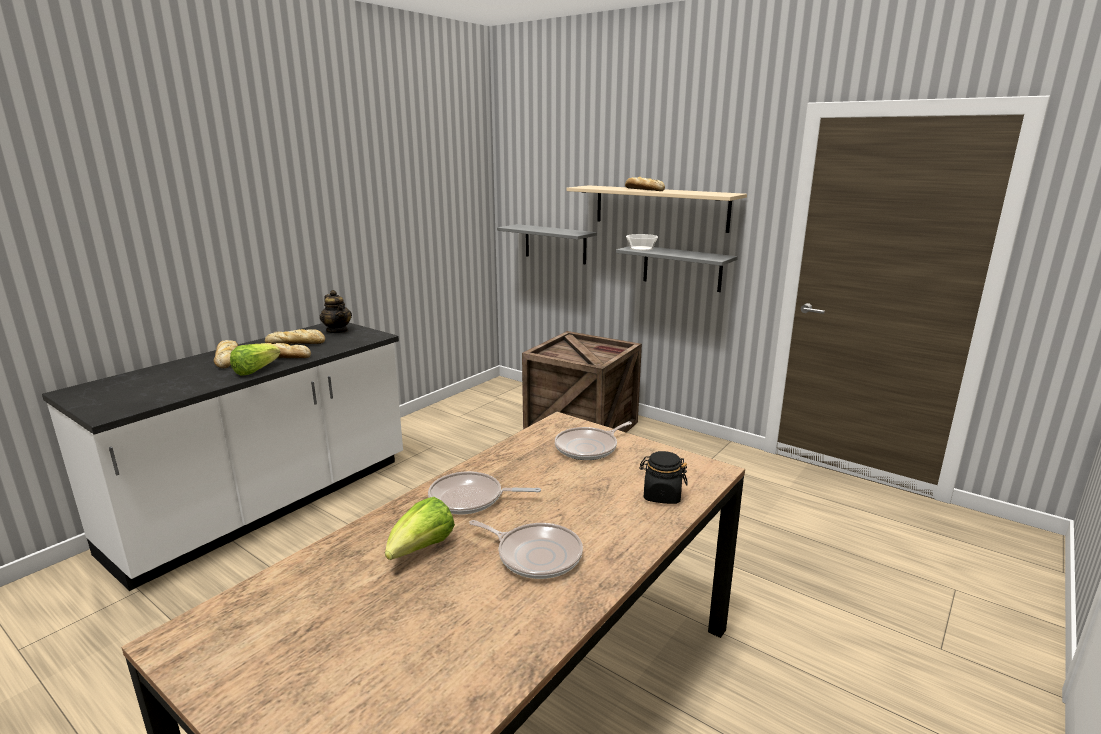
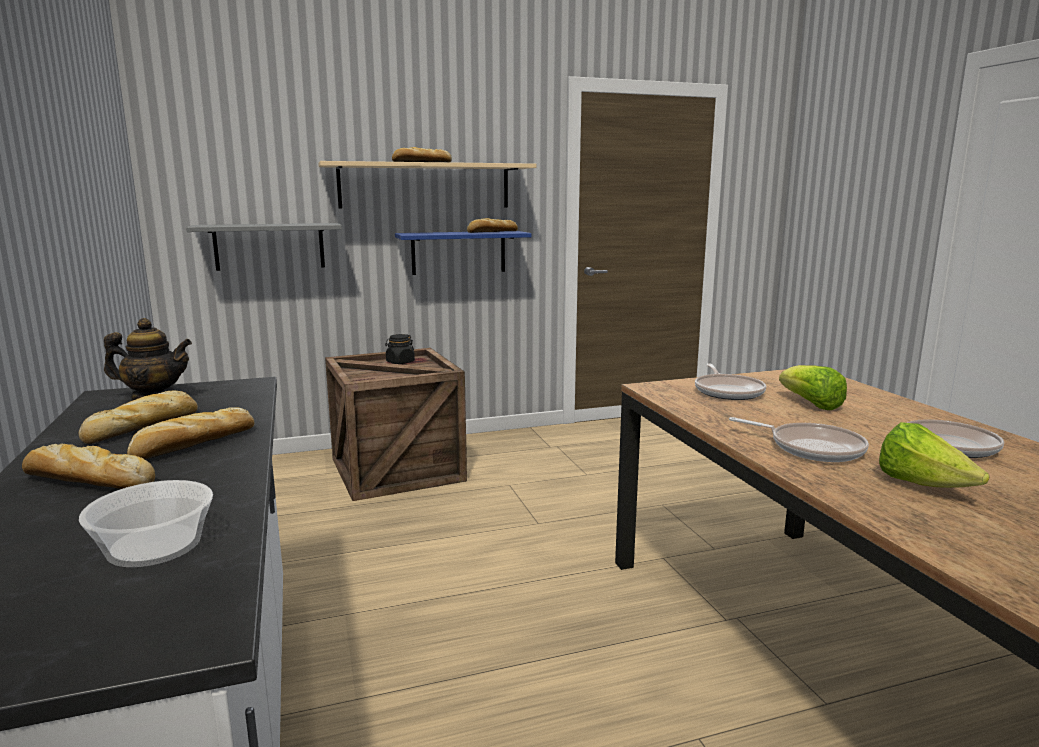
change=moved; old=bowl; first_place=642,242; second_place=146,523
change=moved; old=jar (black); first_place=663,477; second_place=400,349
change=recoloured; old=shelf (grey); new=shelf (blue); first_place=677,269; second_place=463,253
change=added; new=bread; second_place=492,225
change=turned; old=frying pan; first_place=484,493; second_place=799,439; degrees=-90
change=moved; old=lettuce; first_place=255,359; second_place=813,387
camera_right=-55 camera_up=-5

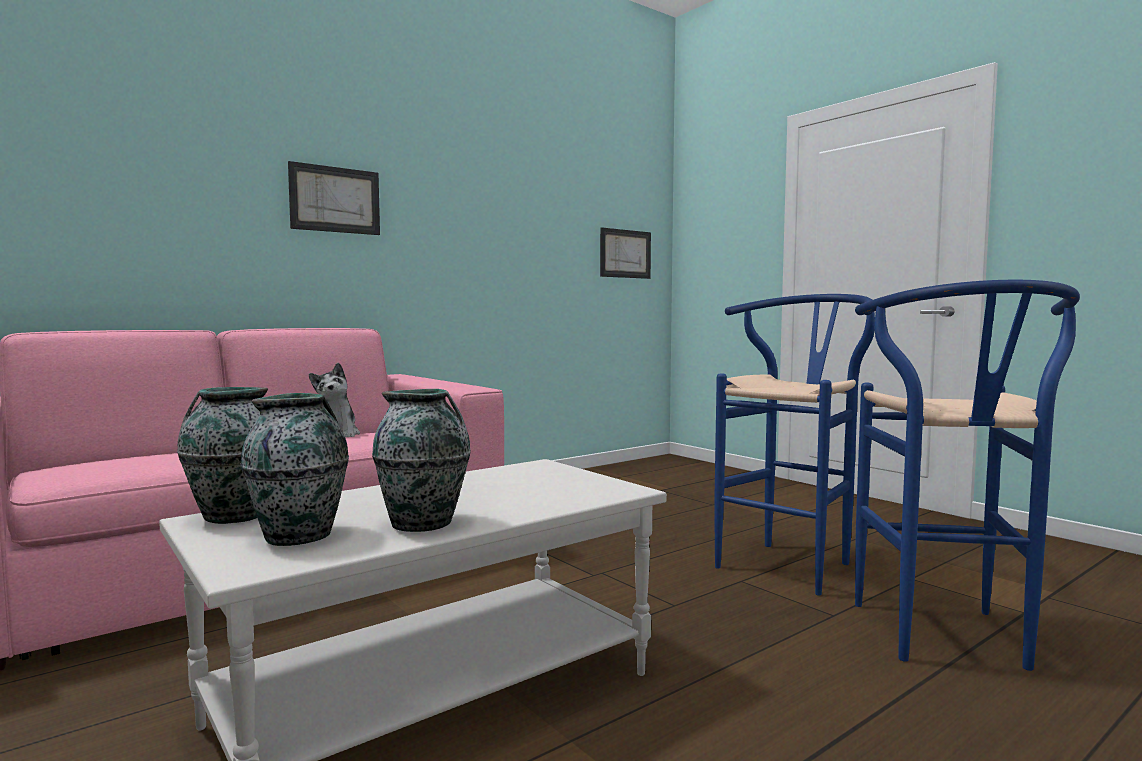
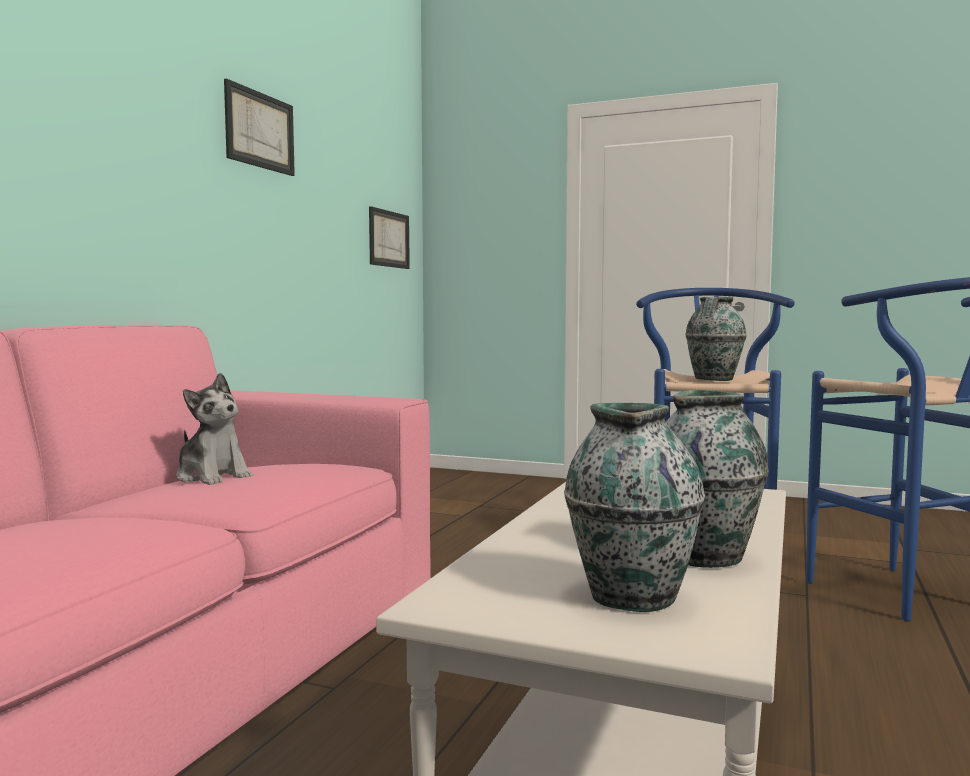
change=moved; old=picture; first_place=334,198; second_place=259,127
change=moved; old=vase; first_place=222,455; second_place=716,339
camera_right=-30 camera_up=0

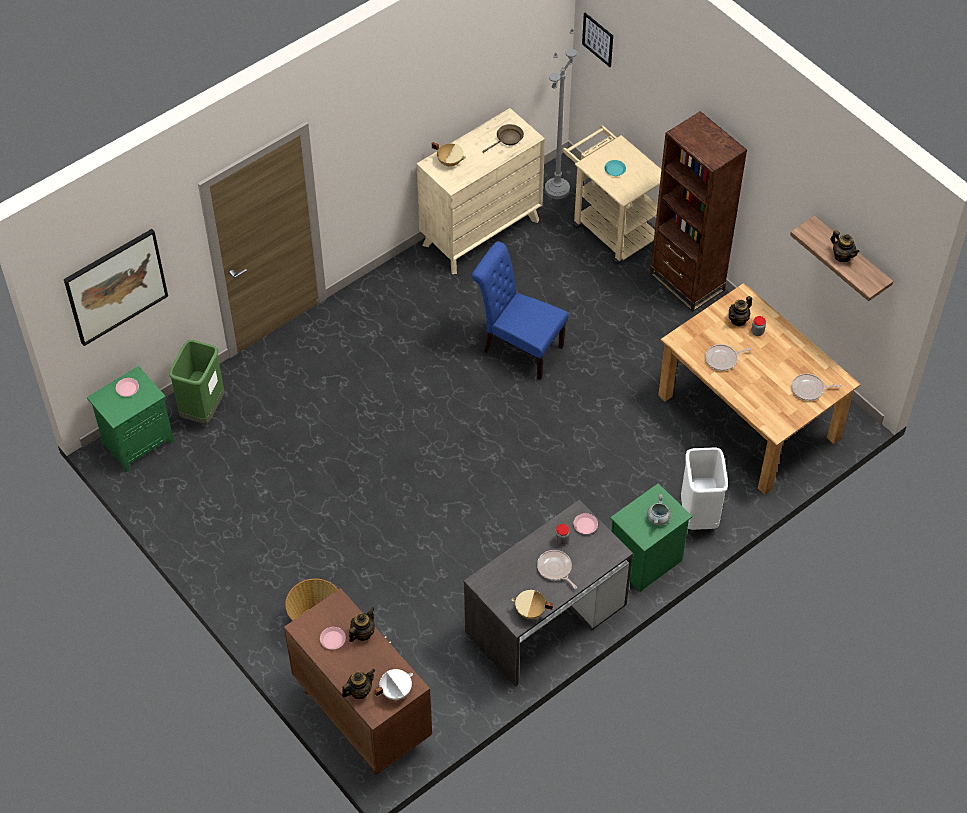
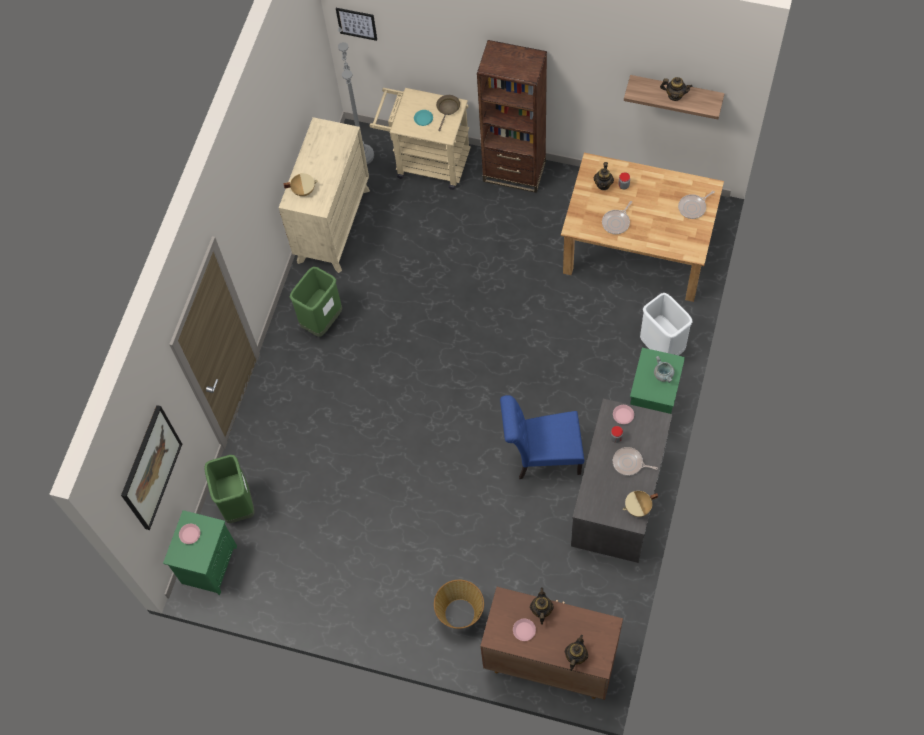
change=added; new=trash can (green); second_place=315,301
change=moved; old=frying pan (brown); first_place=503,138; second_place=448,113
change=moved; old=chair (blue); first_place=520,311; second_place=542,437
change=removed; old=cooking pot (white); first_place=394,684
camera_right=-30 camera_up=10

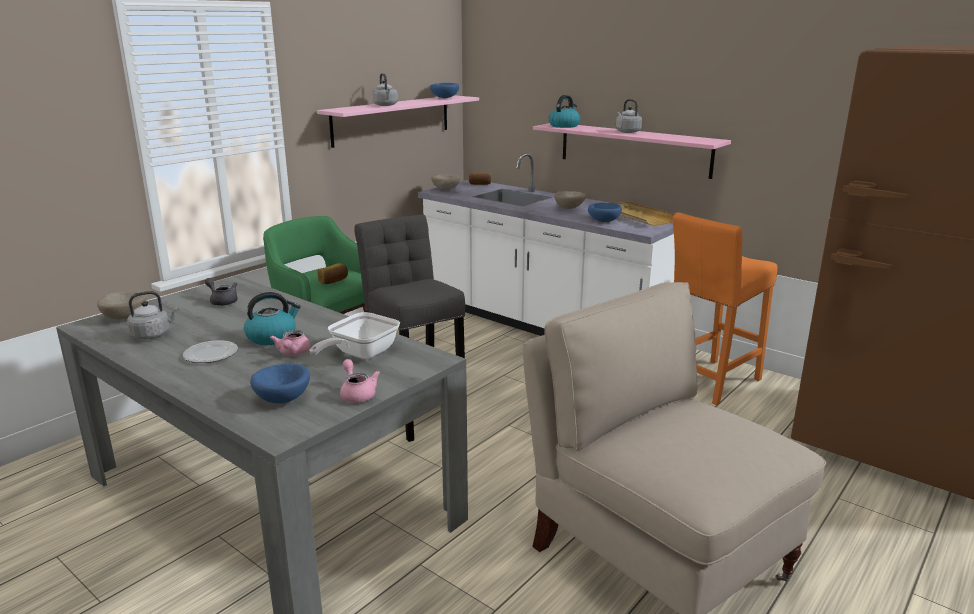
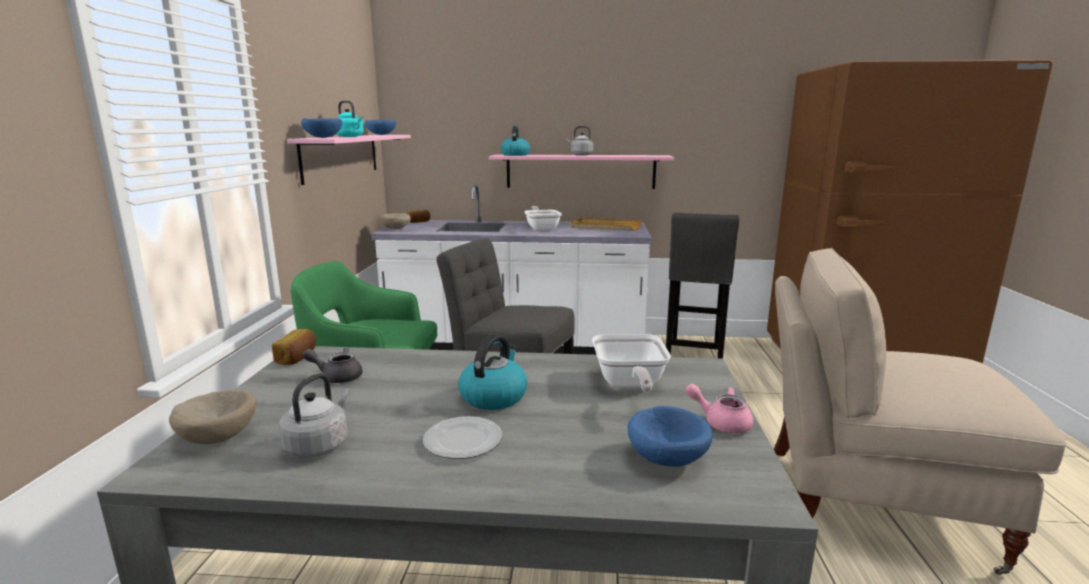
change=moved; old=bread; first_place=332,273; second_place=294,347
change=moved; old=bowl (blue); first_place=605,212; second_place=321,128
change=recoloured; old=kettle (grey); new=kettle (turquoise); first_place=385,89; second_place=350,118
change=replaced; old=bowl (beige); new=frying pan; first_place=570,200; second_place=543,218
change=recoloured; old=stool (orange); new=stool (grey); first_place=725,309; second_place=702,286
change=removed; old=teapot (pink); first_place=290,342
camera_right=-35 camera_up=-5

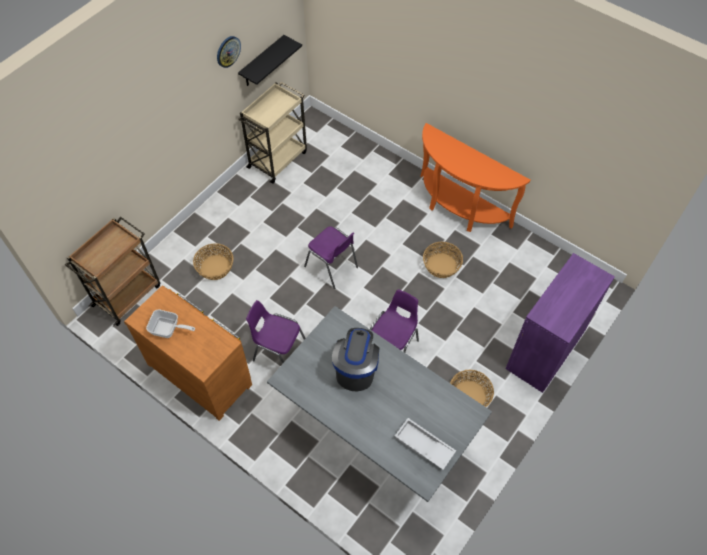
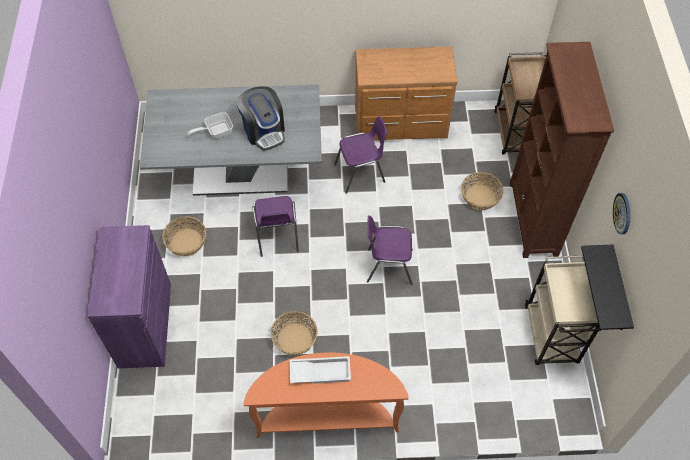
change=moved; old=frying pan; first_place=170,324; second_place=210,125
change=moved; old=tray (white); first_place=425,444; second_place=320,370
change=added; new=bookcase (brown); second_place=562,150
camera_right=140 camera_up=0

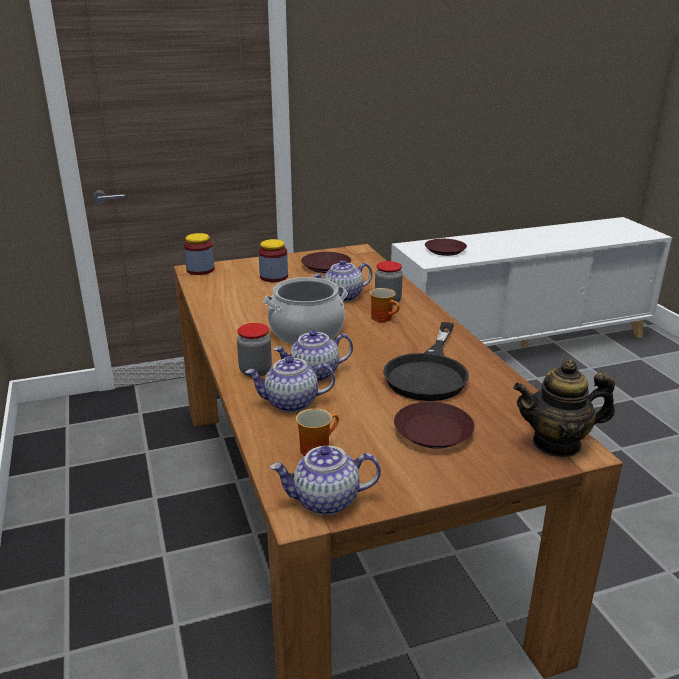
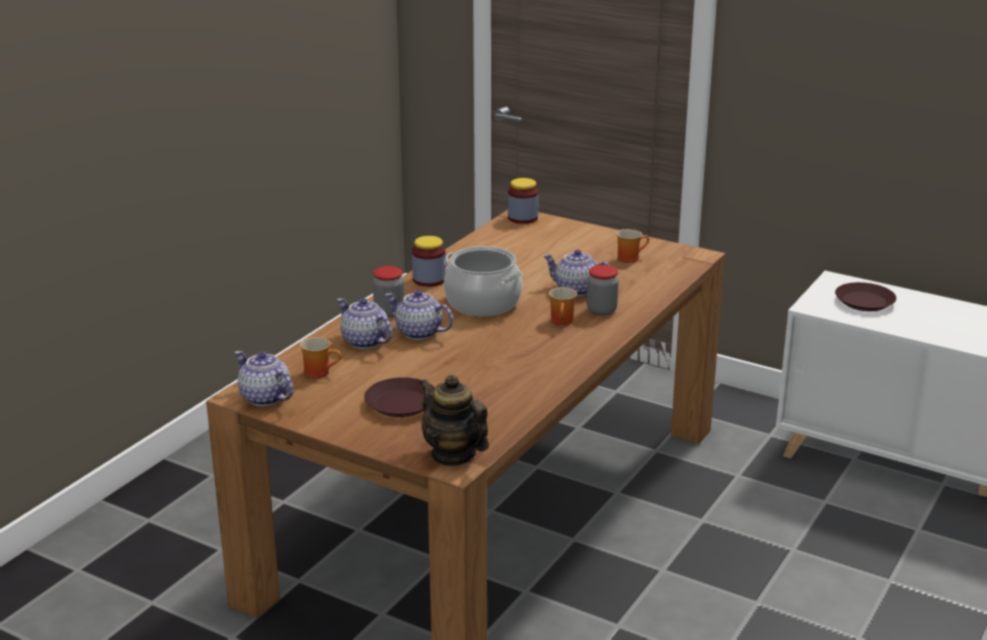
change=moved; old=jar; first_place=273,260; second_place=429,261
change=replaced; old=plate (brown); new=mug; first_place=326,262; second_place=632,246
change=removed; old=frying pan (black); first_place=426,361
camera_right=50 camera_up=0

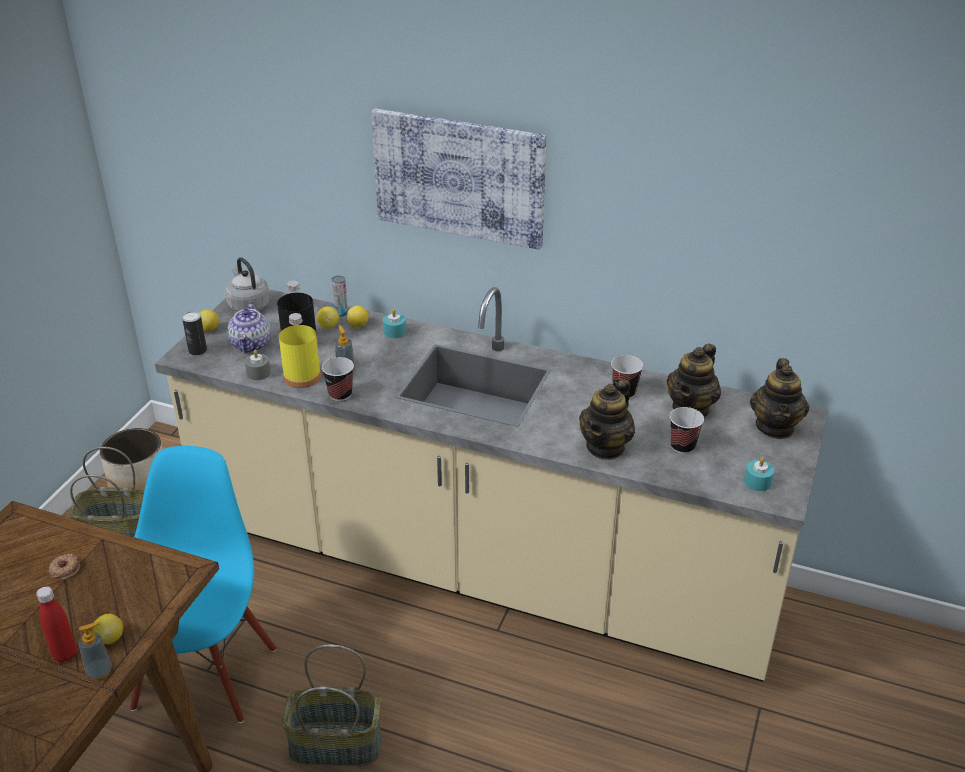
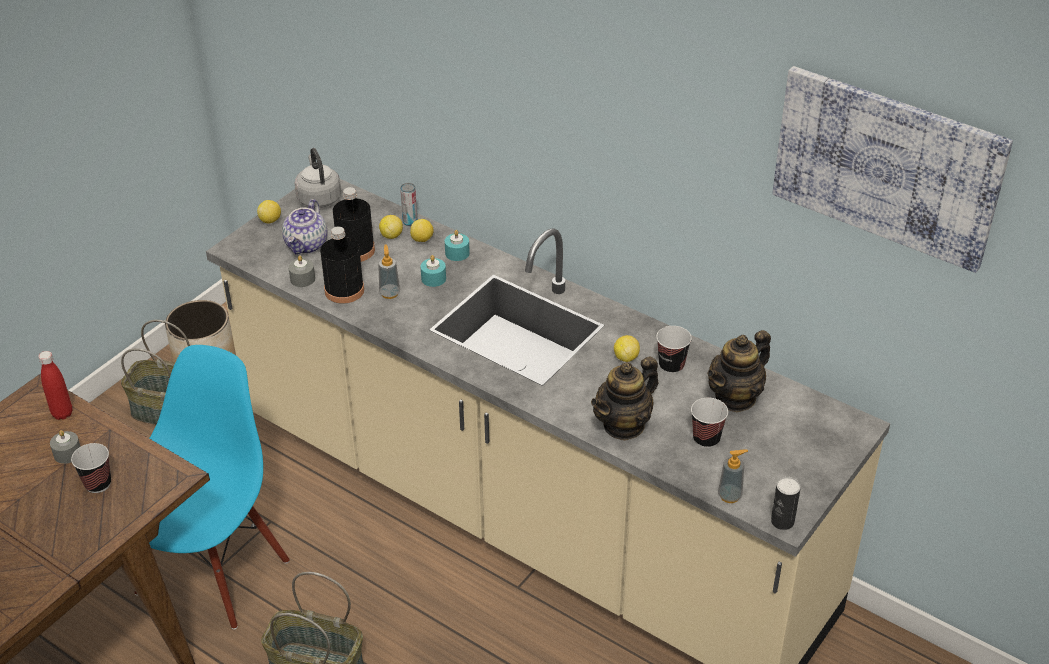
change=moved; old=bottle (red); first_place=56,624; second_place=55,385
change=replaced; old=donut; new=candle (grey); first_place=64,567; second_place=65,447
change=moved; old=cup; first_place=338,379; second_place=91,468
change=recoloured; old=bottle (yellow); new=bottle (black); first_place=300,350; second_place=342,265
change=moved; old=candle (turquoise); first_place=759,474; second_place=433,271
change=moved; old=lemon; first_place=107,629; second_place=627,348
change=moved; old=soap dispenser; first_place=95,651; second_place=733,476
change=moved; old=can; first_place=194,333; second_place=786,503
change=moved; old=picture; first_place=458,179; second_place=892,169
change=removed; old=teapot; first_place=780,398
camera_right=15 camera_up=5

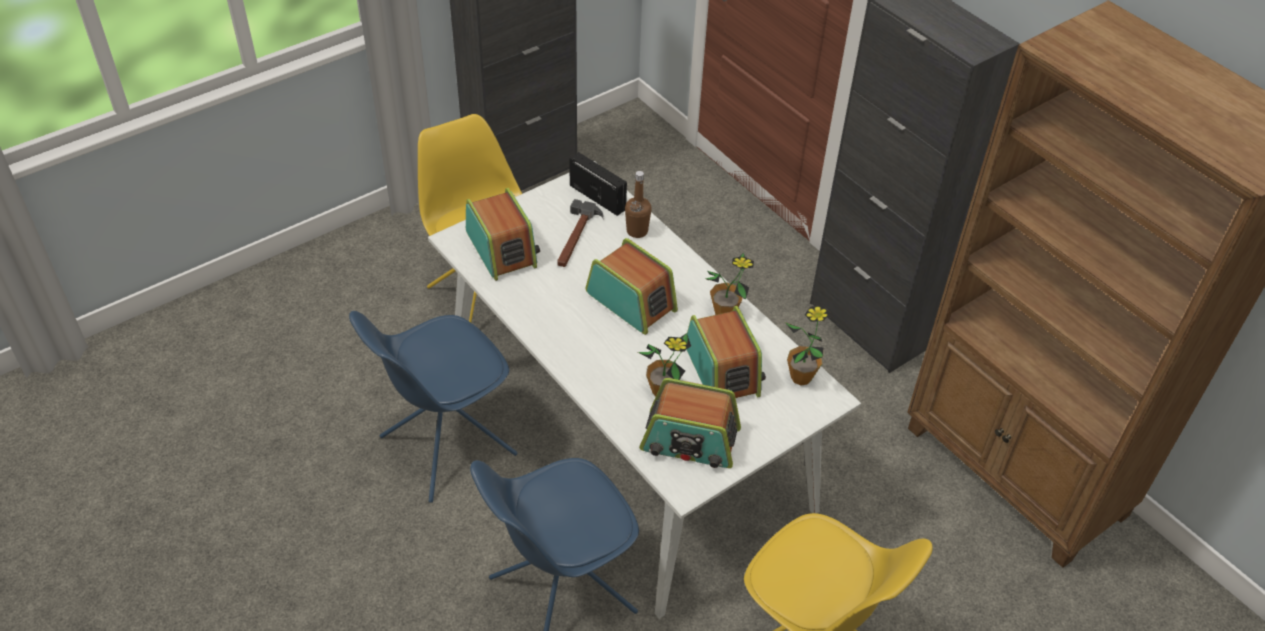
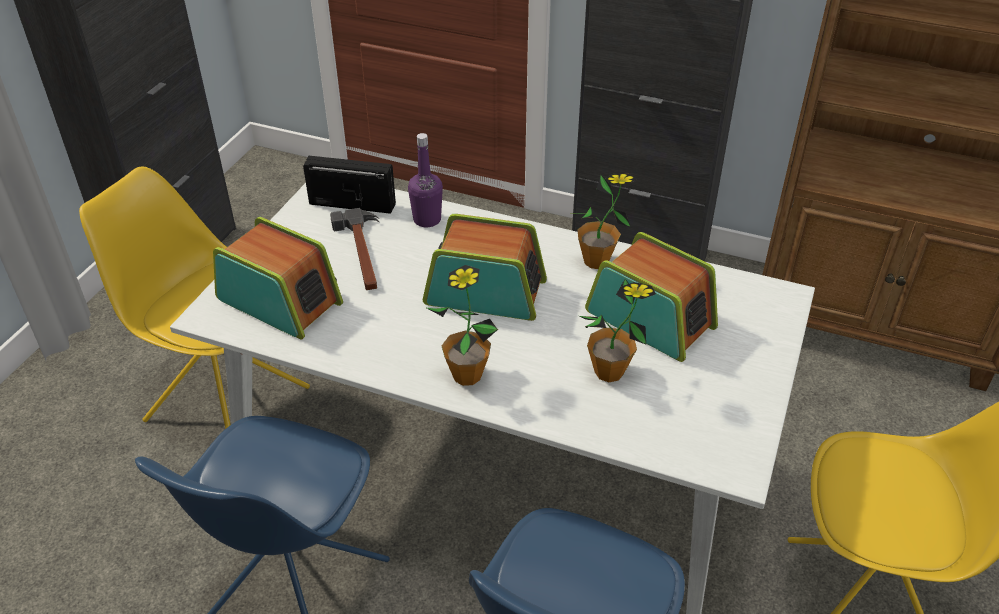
change=recoloured; old=bottle (brown); new=bottle (purple); first_place=638,204; second_place=425,180
change=moved; old=potted plant; first_place=807,345; second_place=461,325
change=removed; old=radio; first_place=690,423
camera_right=-30 camera_up=-5

